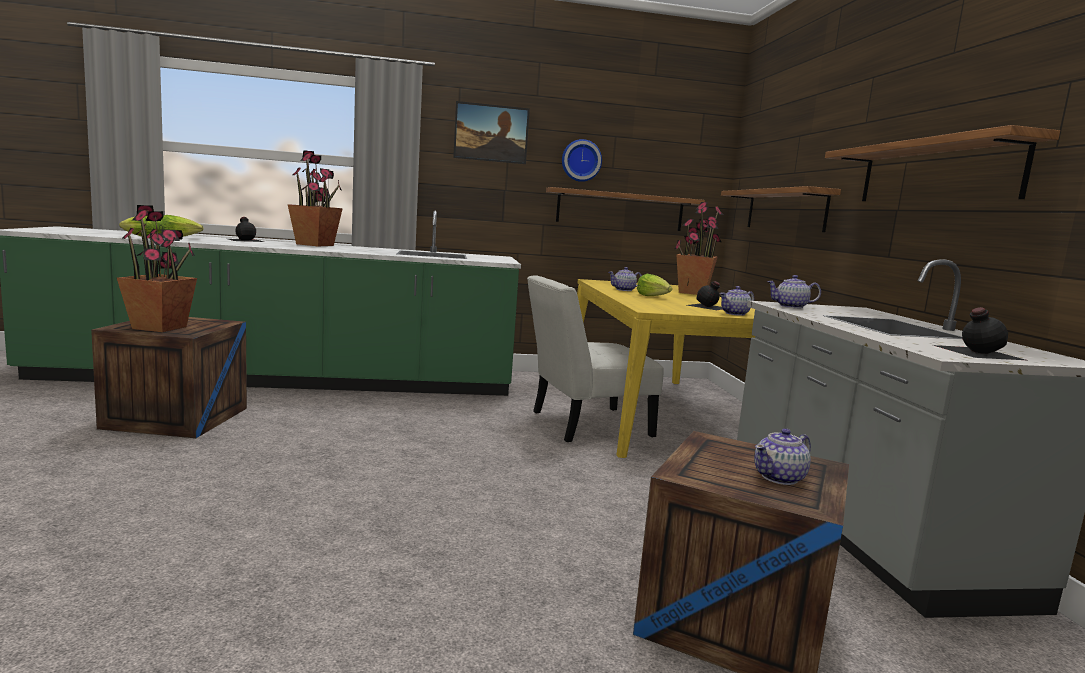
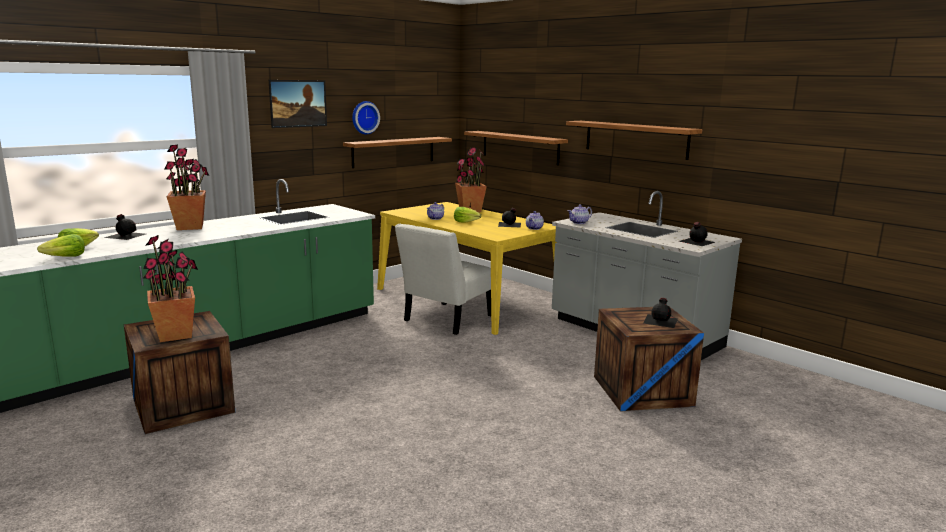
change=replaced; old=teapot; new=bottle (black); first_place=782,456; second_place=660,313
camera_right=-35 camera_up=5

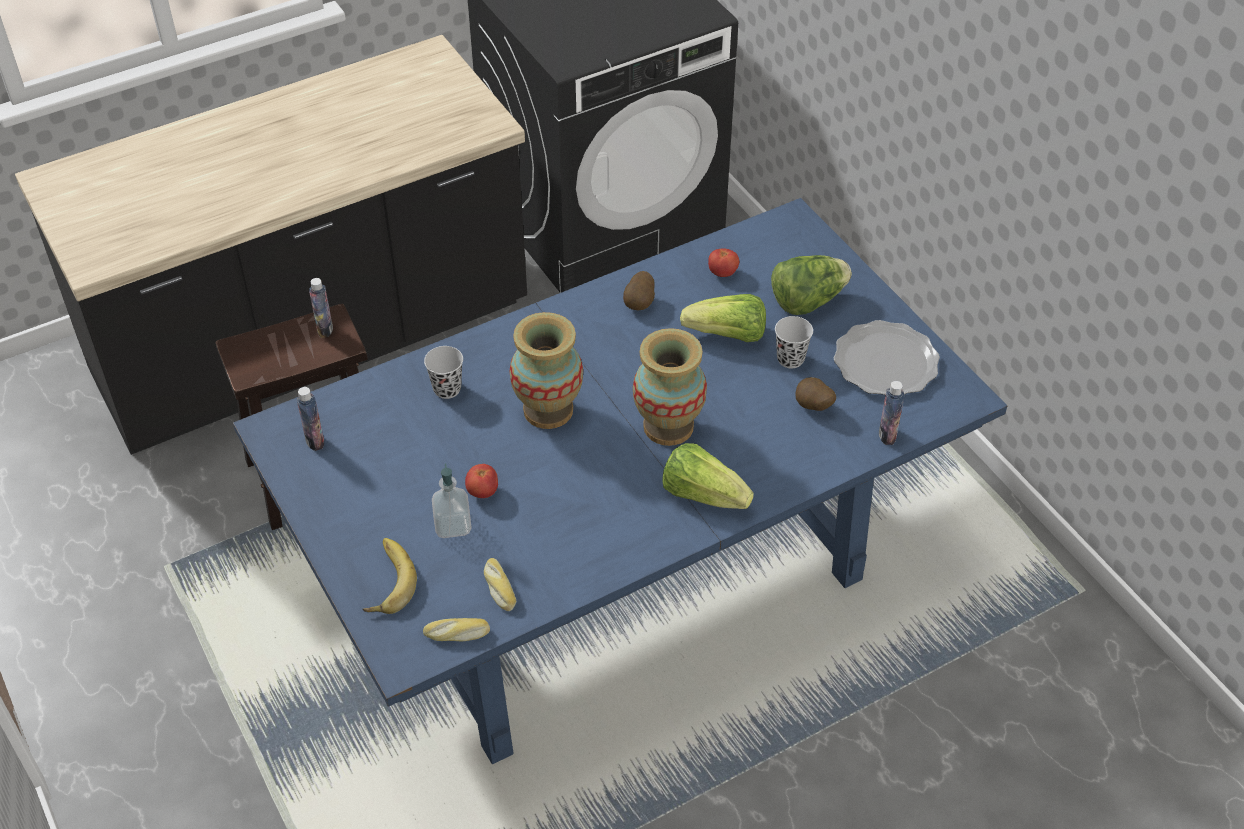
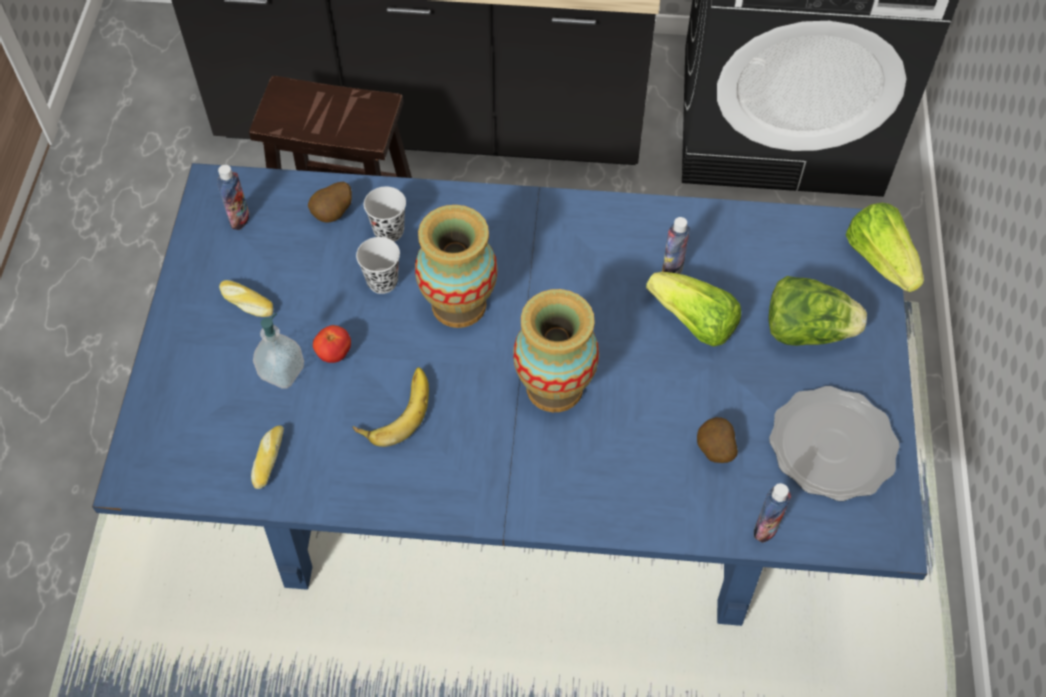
change=moved; old=bread; first_place=456,629; second_place=246,298
change=moved; old=potato; first_place=639,290; second_place=330,202
change=moved; old=banana; first_place=390,576; second_place=390,407
change=moved; old=cup (black); first_place=794,342; second_place=378,265
change=moved; old=bottle; first_place=321,308; second_place=676,245
change=moved; old=lettuce; first_place=708,476; second_place=884,247
change=removed; old=tomato; first_place=723,262
camera_right=35 camera_up=10

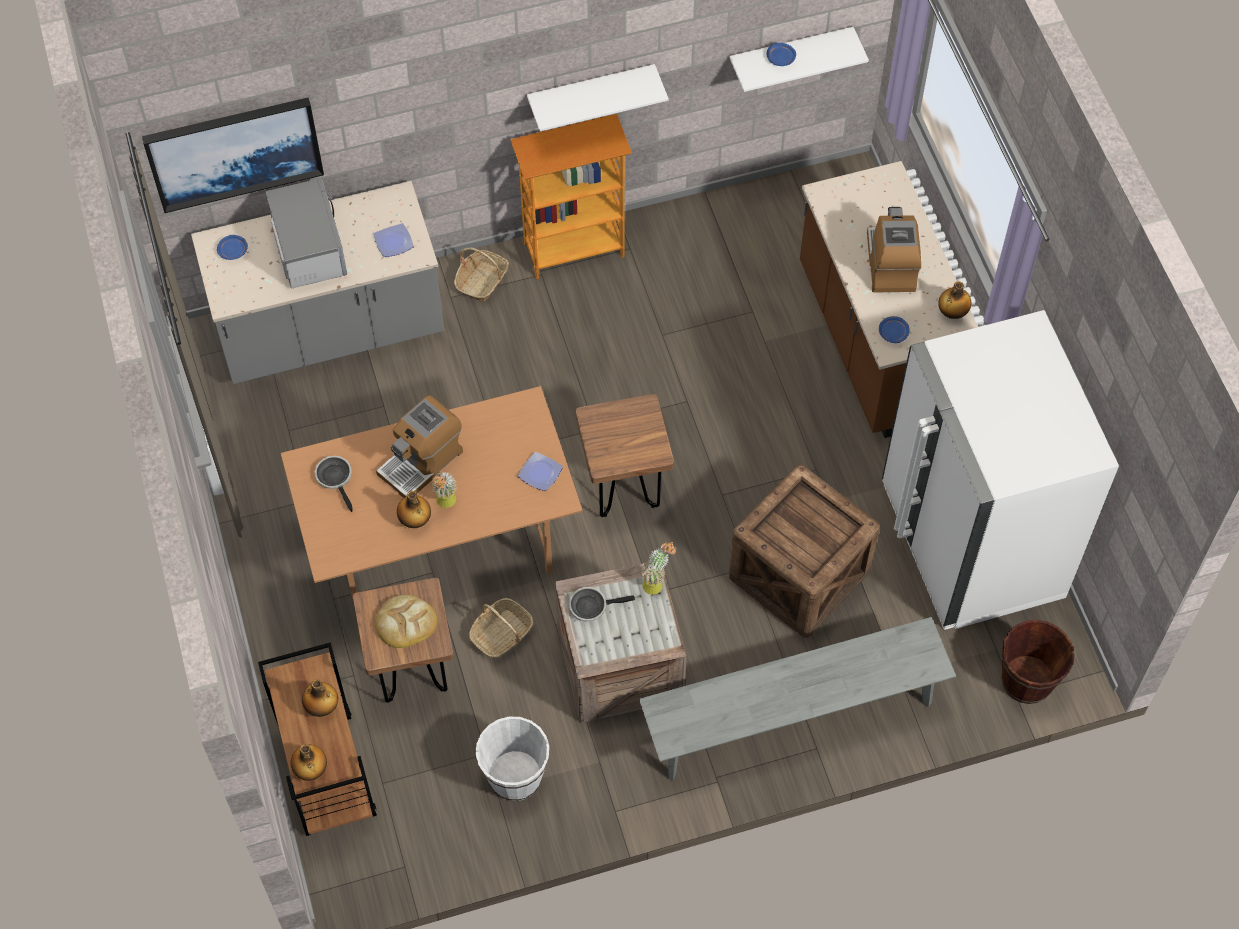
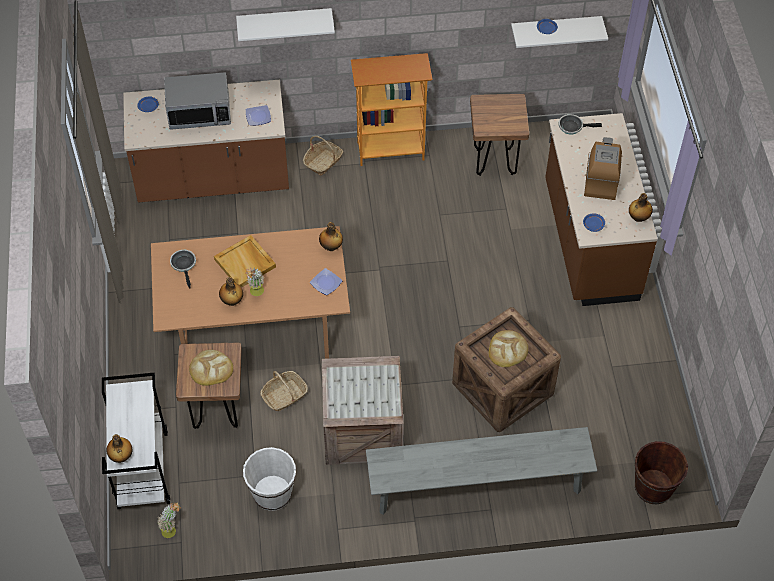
change=recoloured; old=cart (brown); new=cart (white); first_place=317,739; second_place=136,441
change=recoloured; old=counter (grey); new=counter (brown); first_place=317,282; second_place=206,141
change=moved; old=potted plant; first_place=658,568; second_place=169,520
change=turned; old=microwave; first_place=306,233; second_place=197,101; degrees=90
change=replaced; old=coffee machine; new=tray (beige); first_place=419,446; second_place=245,261
change=moved; old=shelf (white); first_place=598,97; second_place=285,24
change=moved; old=bottle; first_place=320,698; second_place=331,236
change=moved; old=stool (brown); first_place=625,455; second_place=499,135
change=added; new=bread; second_place=508,348
change=moved; old=frying pan; first_place=602,604; second_place=580,124
change=removed; old=picture; first_place=233,155
change=removed; old=fridge (white); first_place=1000,470
camera_right=10 camera_up=-5

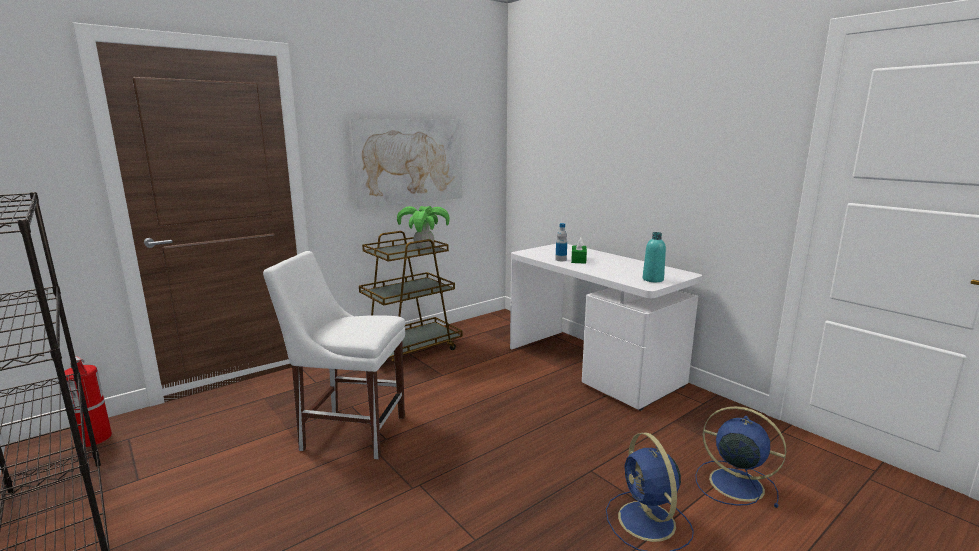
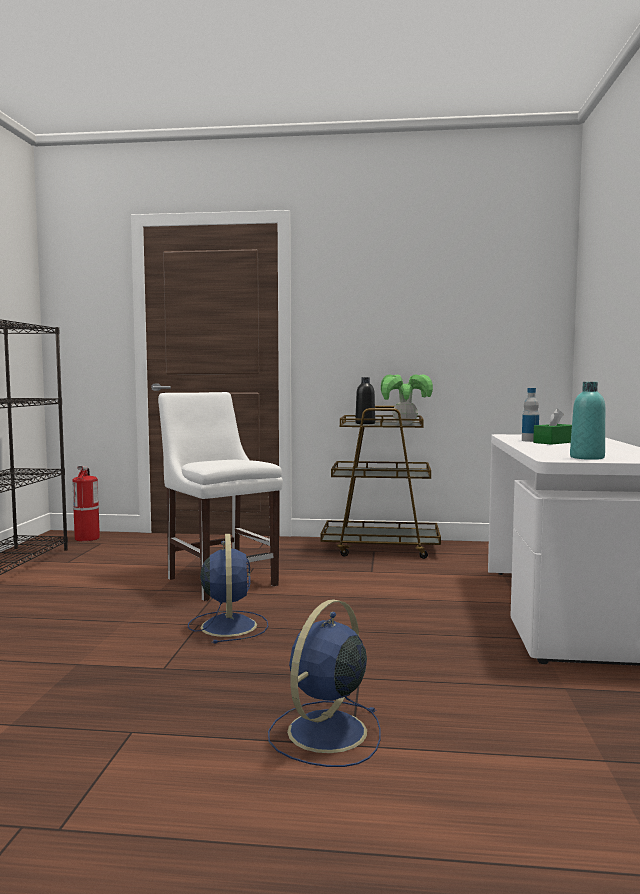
change=moved; old=fan (blue); first_place=740,457; second_place=228,589
change=added; new=bottle (black); second_place=365,400
change=removed; old=picture; first_place=405,164
camera_right=45 camera_up=-10

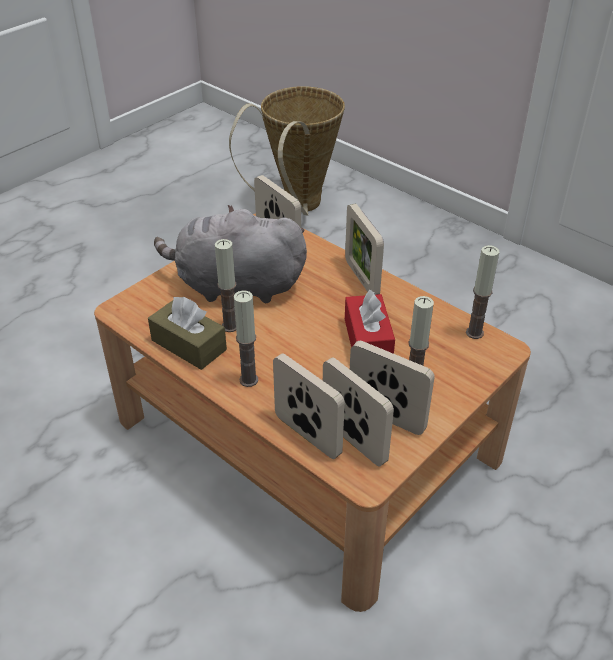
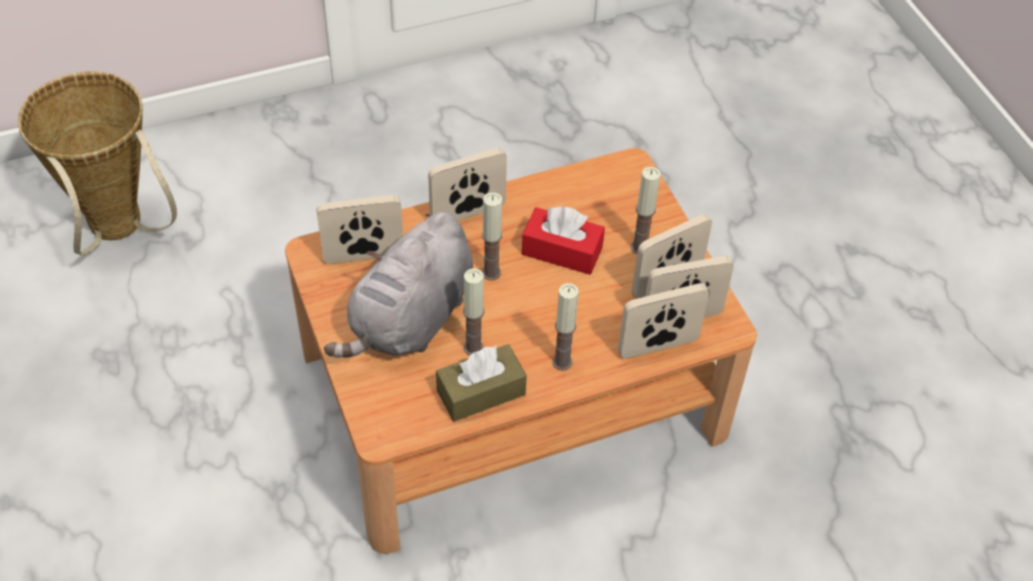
change=turned; old=picture frame; first_place=364,249; second_place=467,184; degrees=150
change=moved; old=candle; first_place=482,292; second_place=492,236
camera_right=-65 camera_up=10

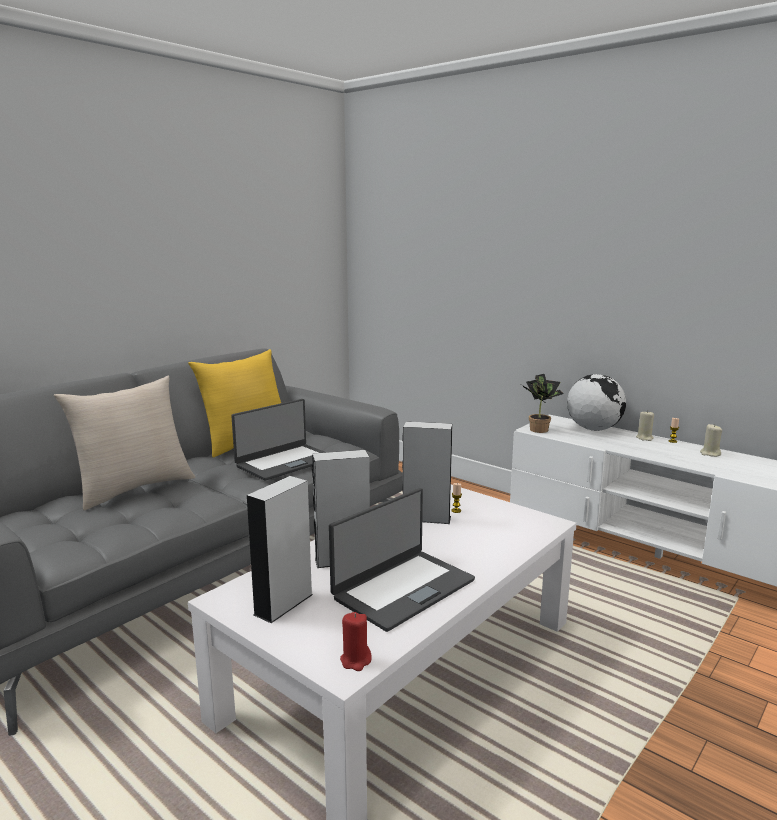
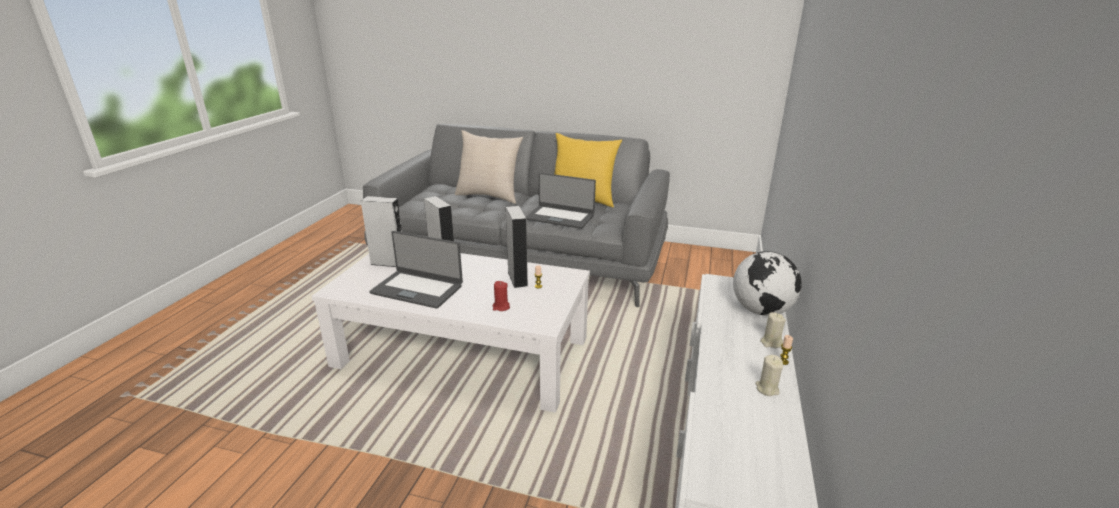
change=moved; old=candle (red); first_place=356,641; second_place=501,296
change=removed; old=potted plant; first_place=543,403
camera_right=65 camera_up=10

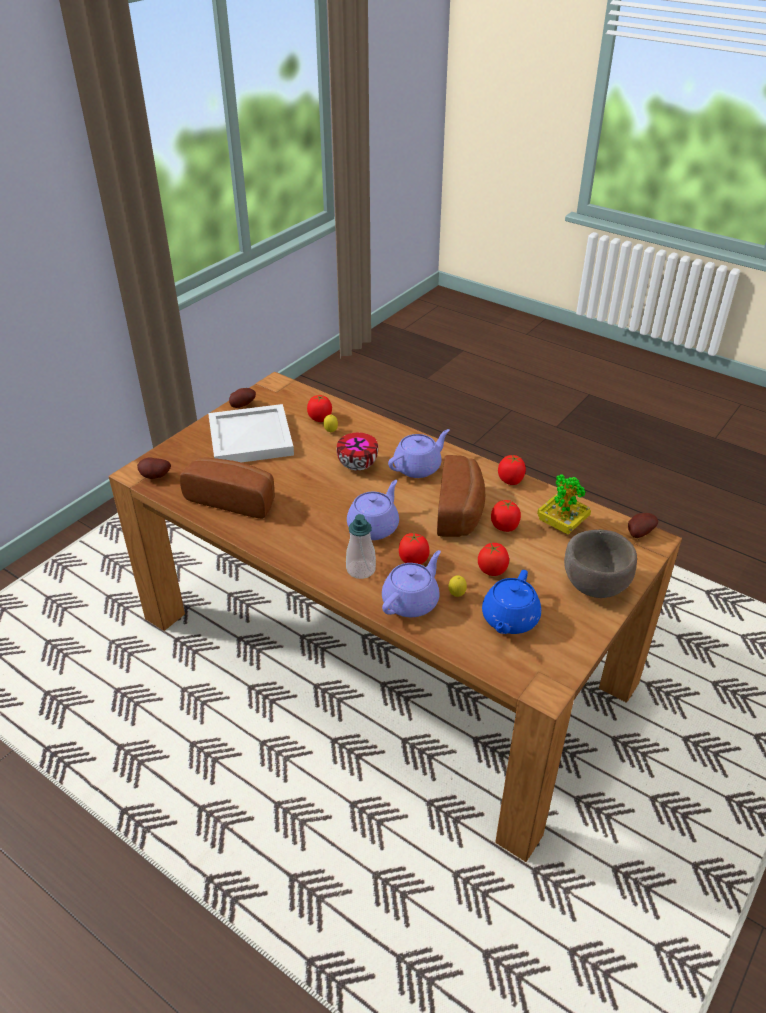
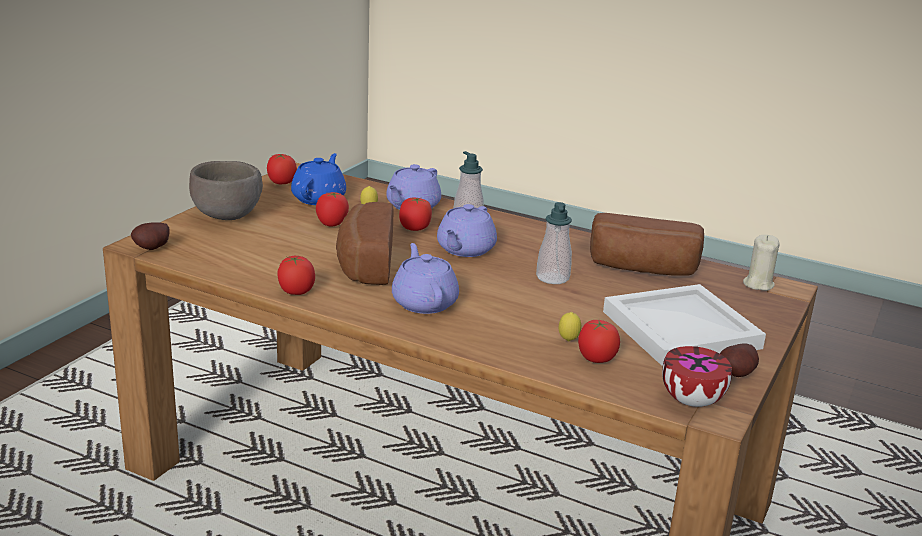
change=moved; old=tomato; first_place=506,516; second_place=282,169
change=turned; old=teapot (purple); first_place=419,453; second_place=425,278; degrees=120
change=added; new=soap dispenser; second_place=554,243
change=moved; old=bowl; first_place=357,452; second_place=697,376
change=replaced; old=potato; new=candle (beige); first_place=154,468; second_place=761,263
change=removed; old=potted plant; first_place=564,504
camera_right=170 camera_up=-15

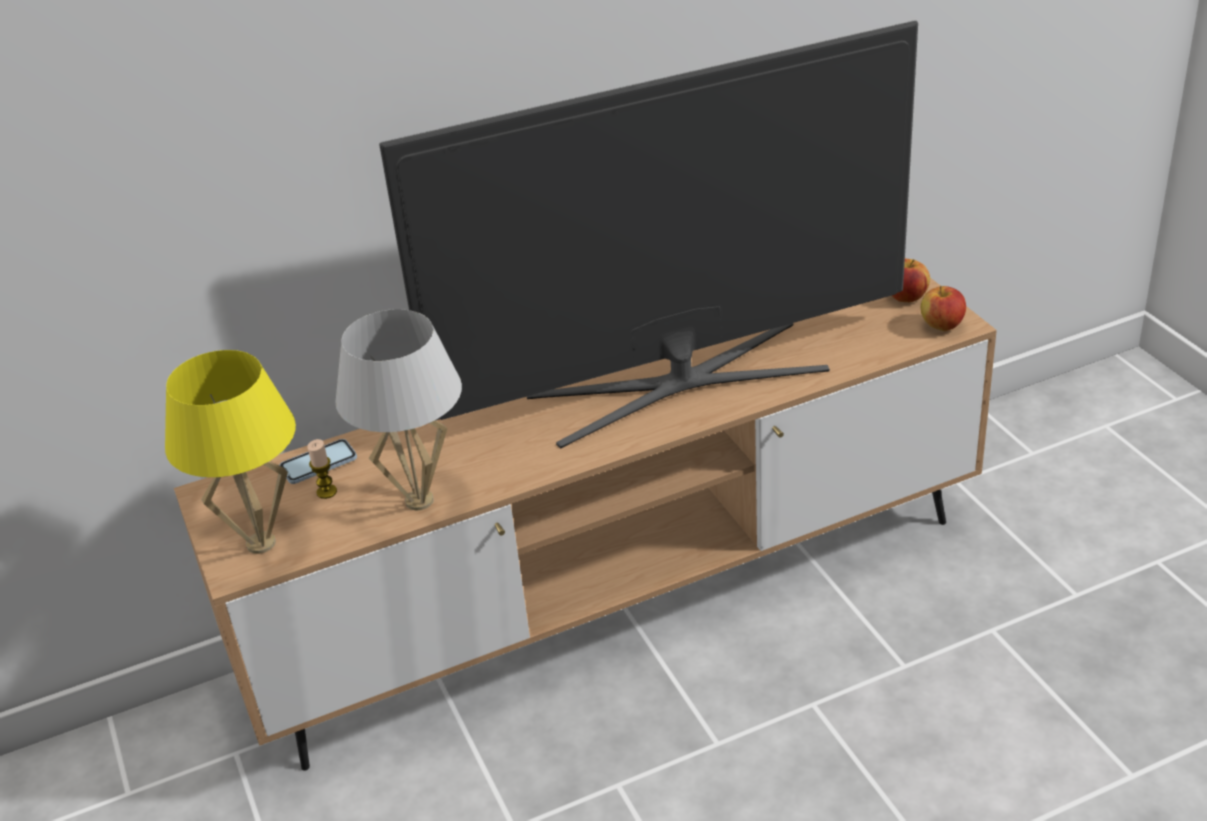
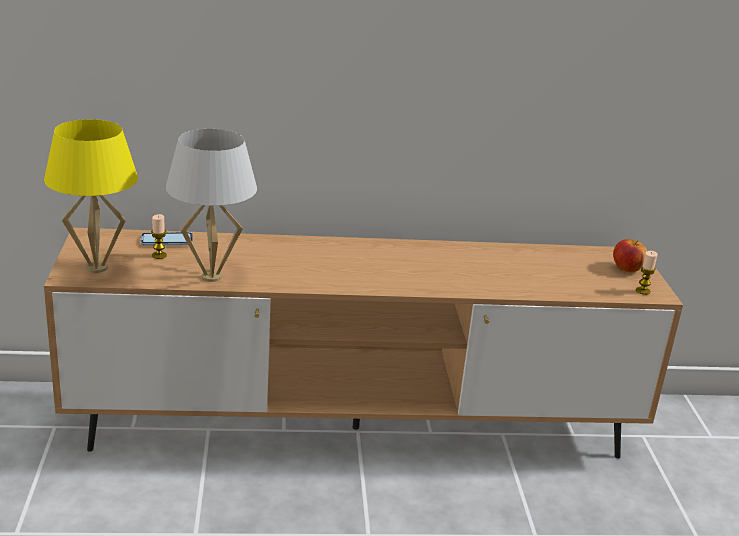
change=replaced; old=apple; new=candle; first_place=943,308; second_place=647,273
change=removed; old=television; first_place=648,234
camera_right=15 camera_up=-10

